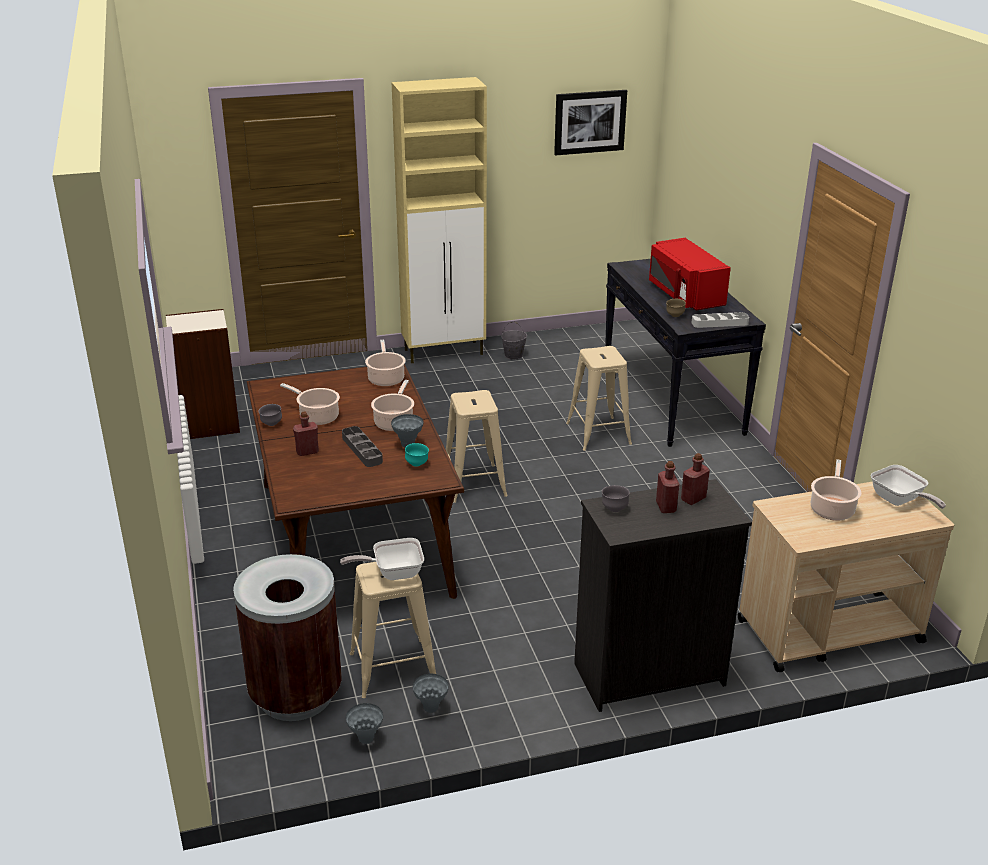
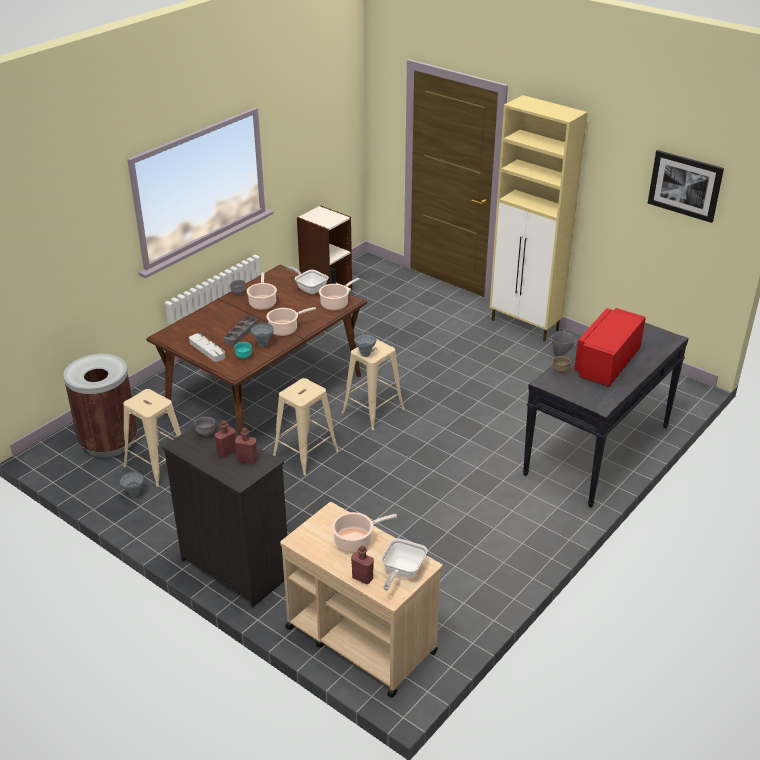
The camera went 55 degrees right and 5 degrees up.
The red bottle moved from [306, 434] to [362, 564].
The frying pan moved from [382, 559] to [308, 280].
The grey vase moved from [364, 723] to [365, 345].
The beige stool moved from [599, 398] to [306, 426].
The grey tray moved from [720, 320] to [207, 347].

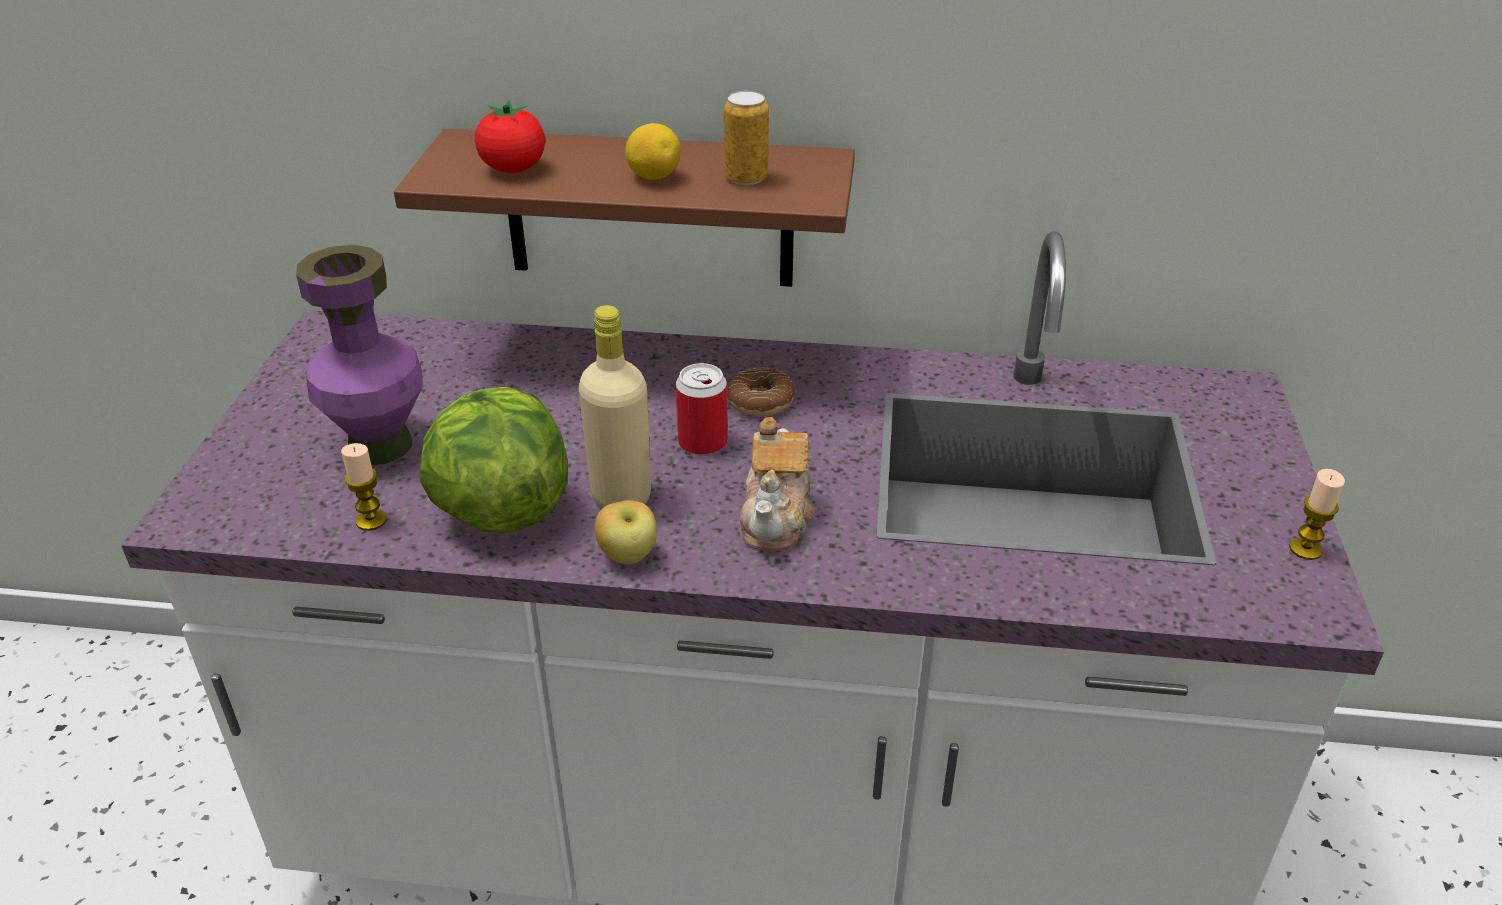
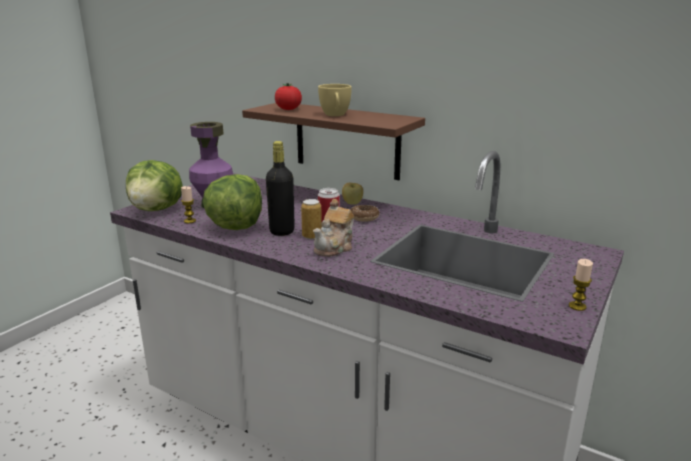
The camera went 25 degrees right and 15 degrees down.
The beige bottle at [615, 406] became the black bottle at [280, 188].
The apple moved from [626, 532] to [352, 194].
The lemon at [653, 151] was replaced by the yellow cup at [335, 100].
The can moved from [746, 138] to [311, 219].
The lettuce at [154, 185] appeared.

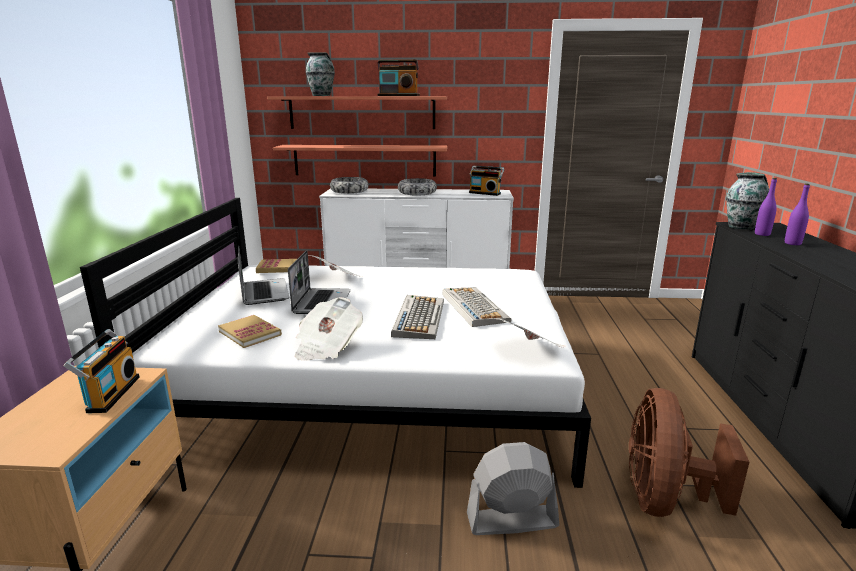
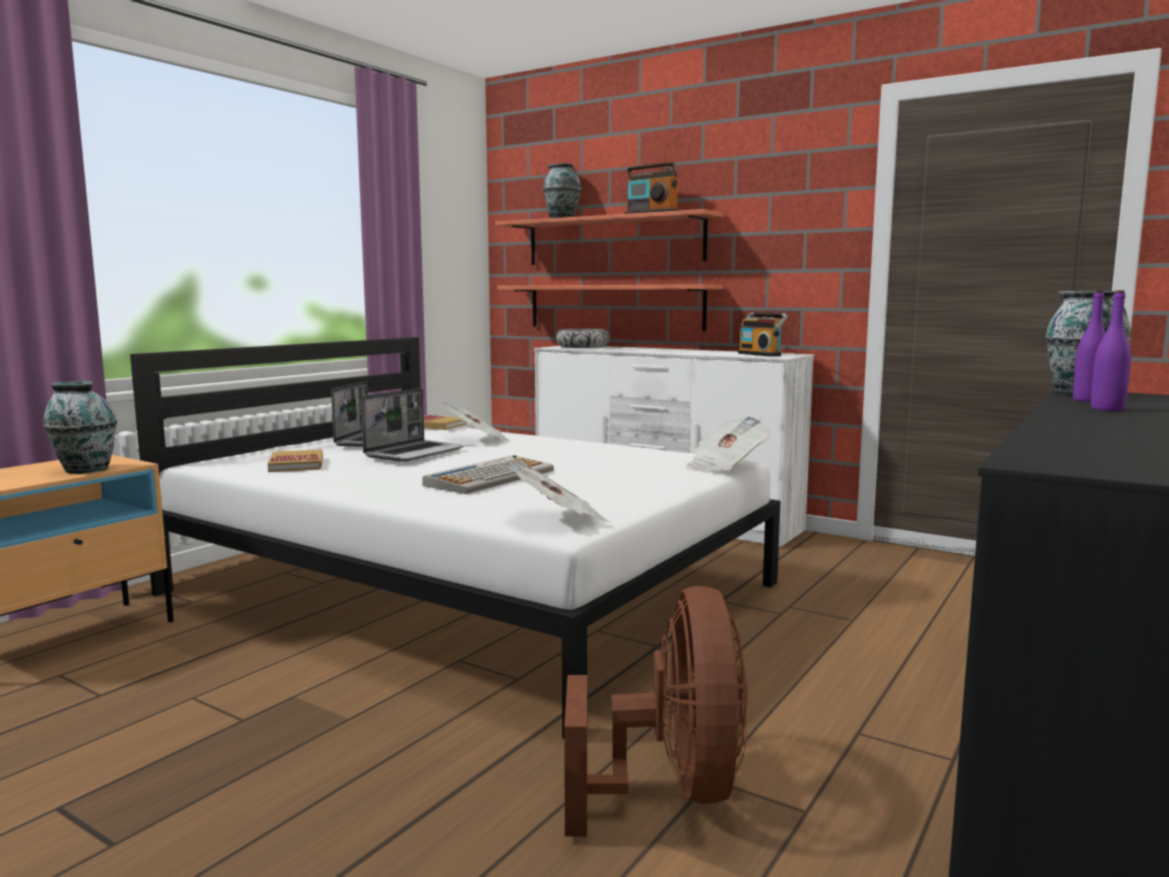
The camera went 30 degrees right and 10 degrees down.
The radio at [102, 371] was replaced by the vase at [80, 427].
The newspaper moved from [329, 329] to [728, 443].
The bowl at [417, 186] disappeared.
The keyboard at [476, 307] disappeared.
The grey fan at [513, 488] disappeared.
The brown fan at [689, 452] turned 135 degrees clockwise.

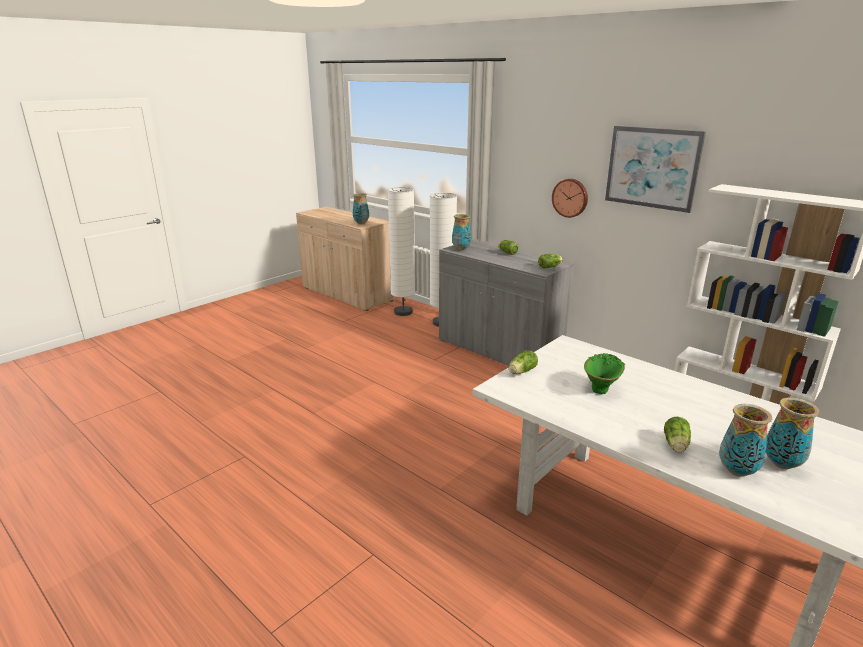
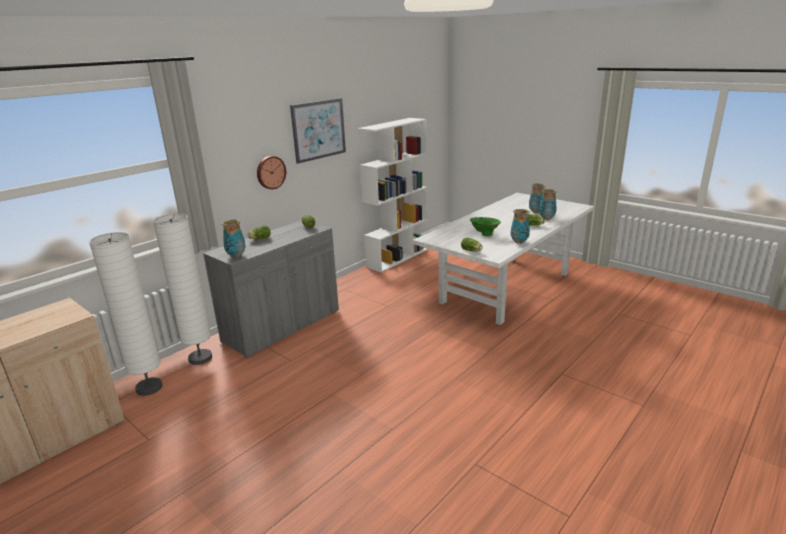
The camera went 90 degrees left and 0 degrees up.
The vase moved from [361, 208] to [520, 226].

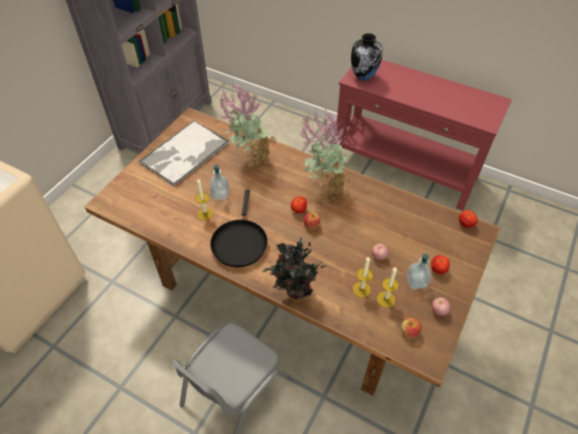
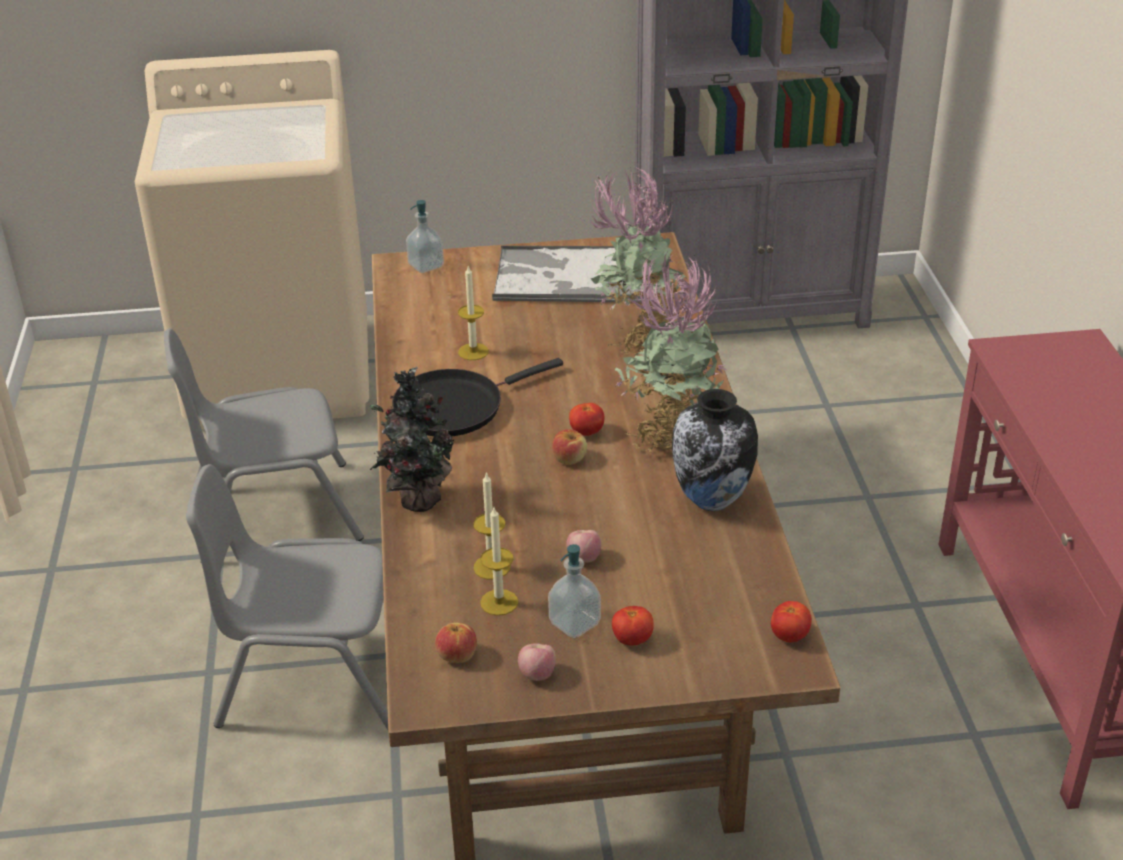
The camera went 55 degrees right and 15 degrees down.
The soap dispenser moved from [219, 182] to [425, 236].
The vase moved from [367, 57] to [715, 450].
The grey chair at [264, 434] appeared.

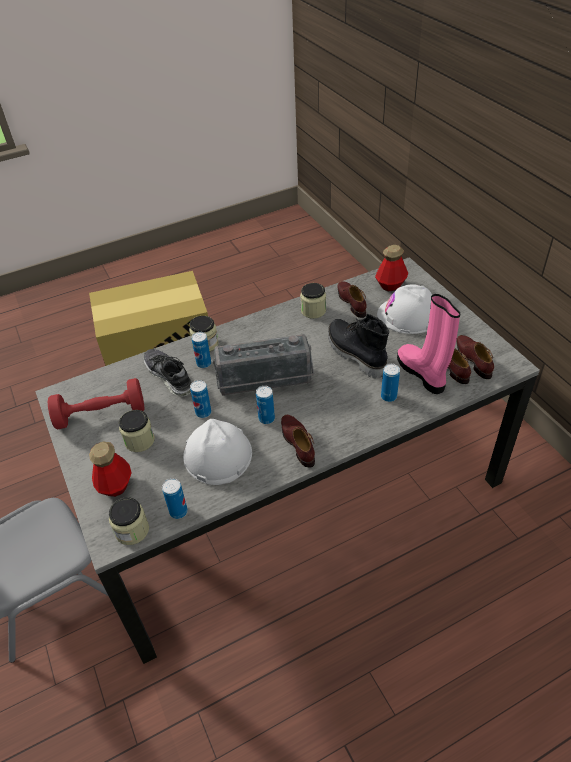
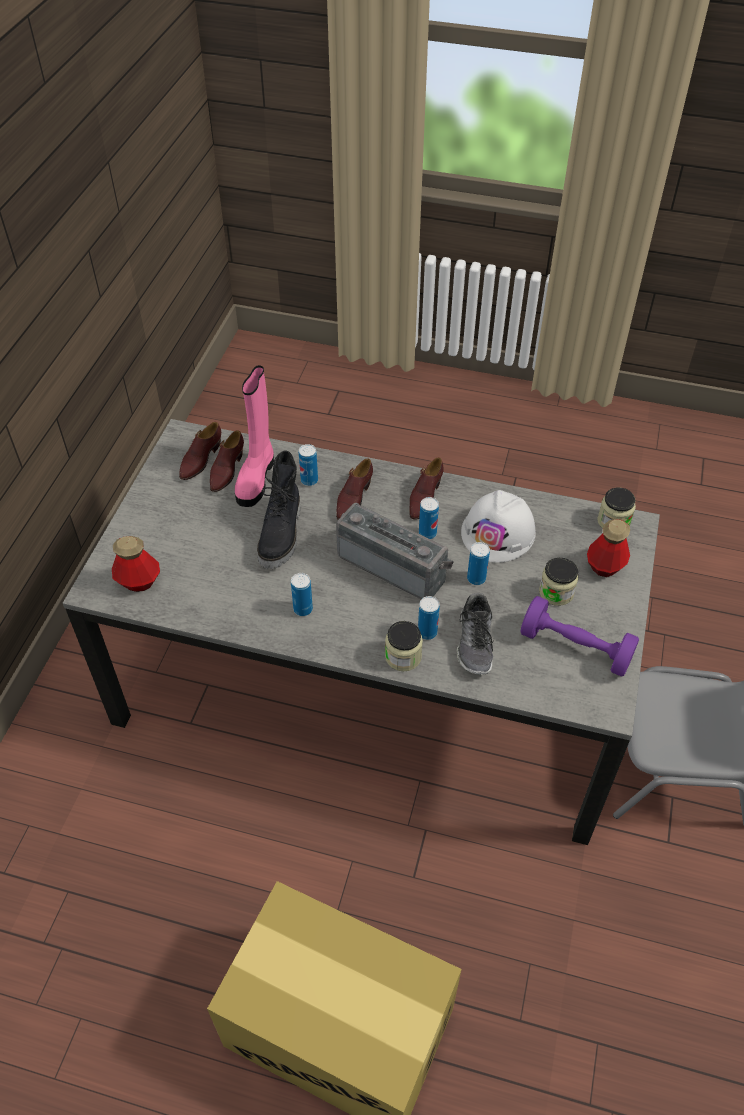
The camera went 140 degrees left and 5 degrees up.
The red dumbbell at [96, 404] became the purple dumbbell at [580, 636].
The can moved from [175, 498] to [302, 594].
The jar at [313, 301] disappeared.
The brown shoe moved from [352, 299] to [354, 489].
The white hard hat at [404, 309] disappeared.

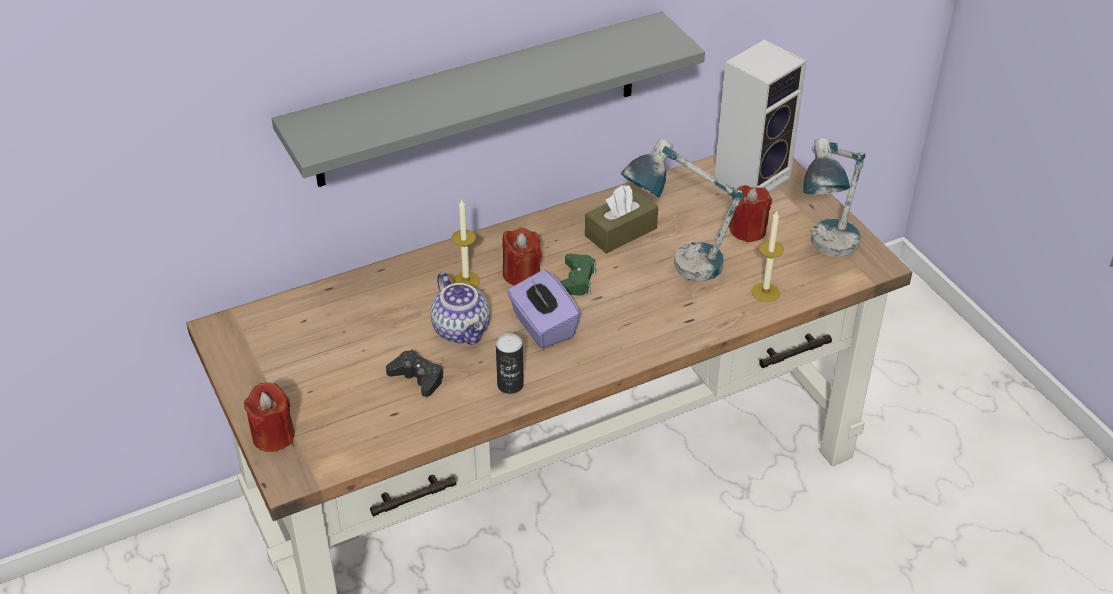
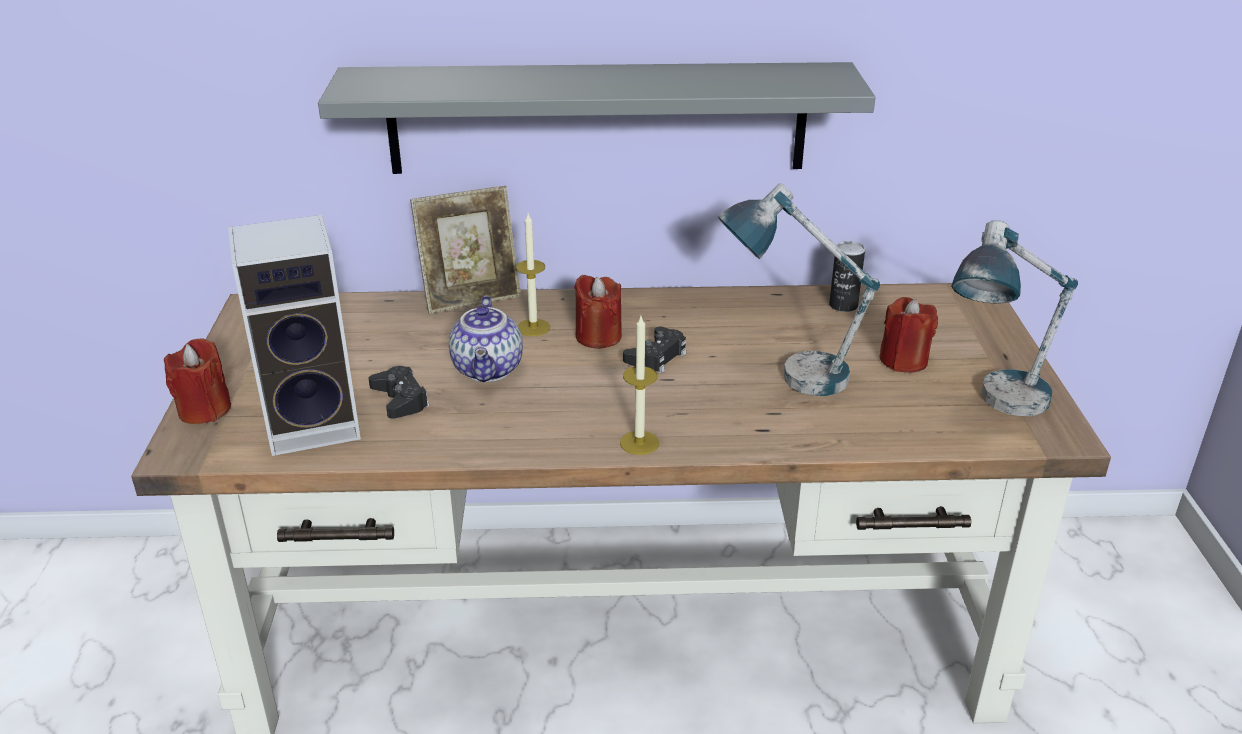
The camera went 25 degrees right and 10 degrees down.
The can moved from [510, 363] to [847, 276].
The purple tissue box at [544, 309] disappeared.
The green game controller at [578, 275] became the black game controller at [654, 349].
The brown tissue box at [621, 219] disappeared.
The speaker moved from [761, 115] to [294, 335].
The candle moved from [768, 256] to [639, 385].
The picture frame at [465, 250] appeared.

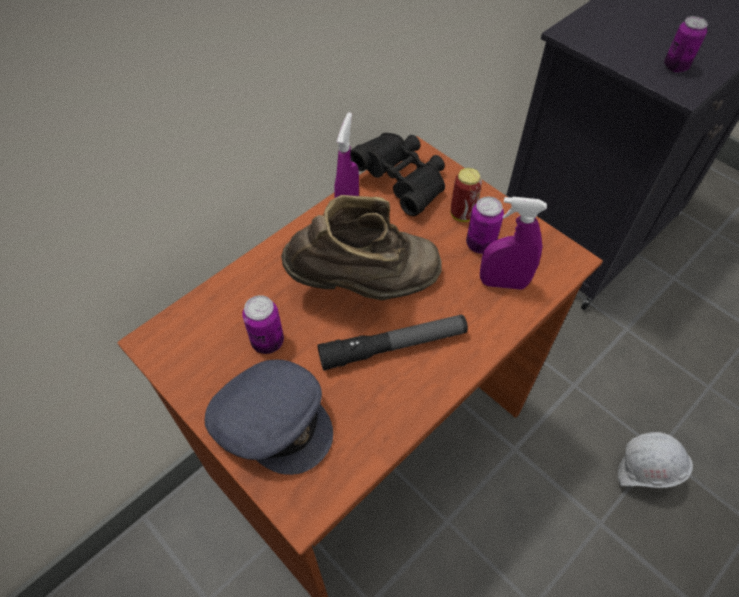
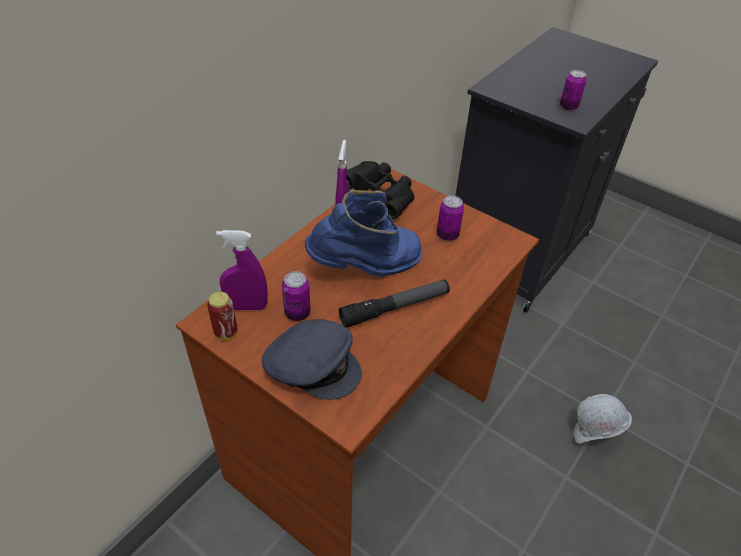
The camera went 10 degrees left and 10 degrees down.
The brown boot at [361, 247] became the blue boot at [363, 233].
The can moved from [466, 195] to [222, 316].
The purple spray bottle moved from [513, 243] to [242, 270].

